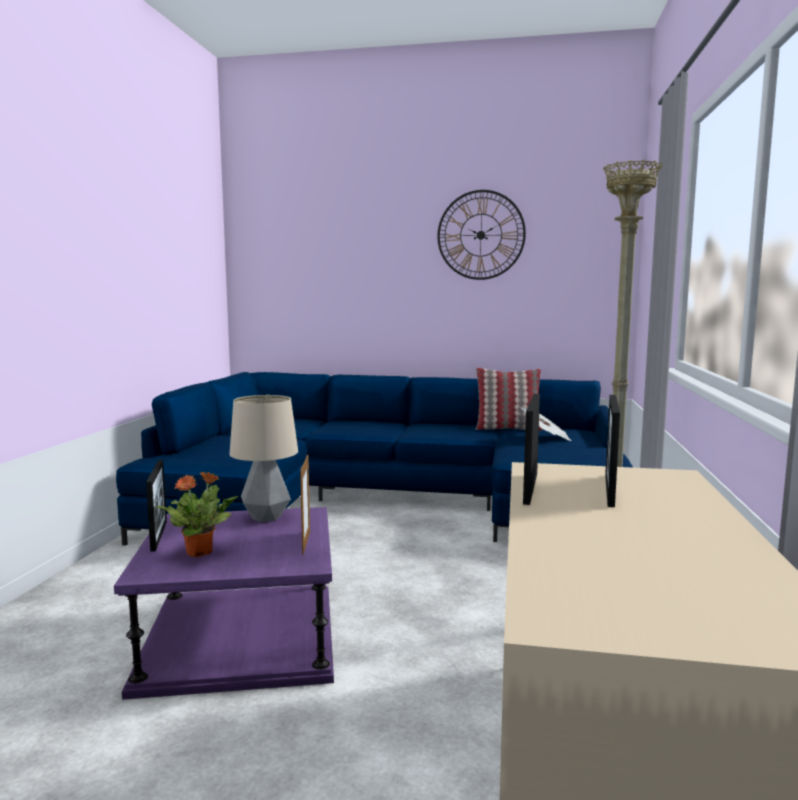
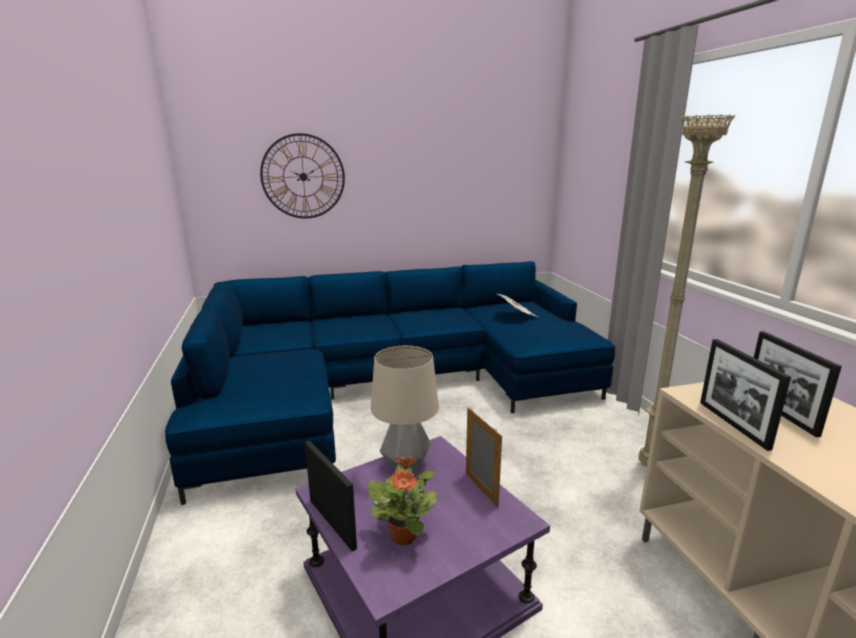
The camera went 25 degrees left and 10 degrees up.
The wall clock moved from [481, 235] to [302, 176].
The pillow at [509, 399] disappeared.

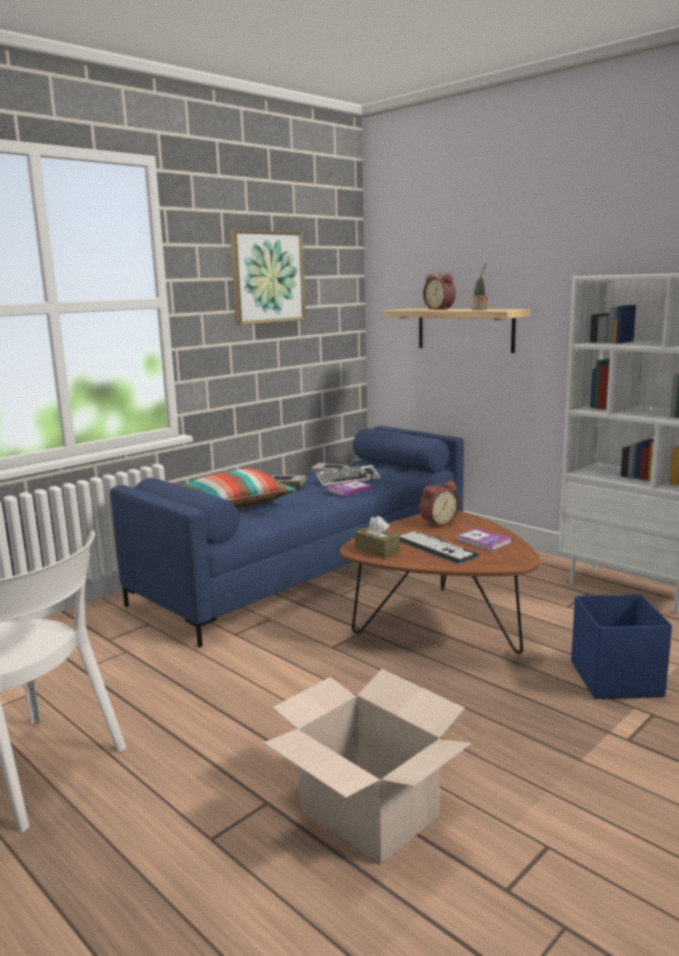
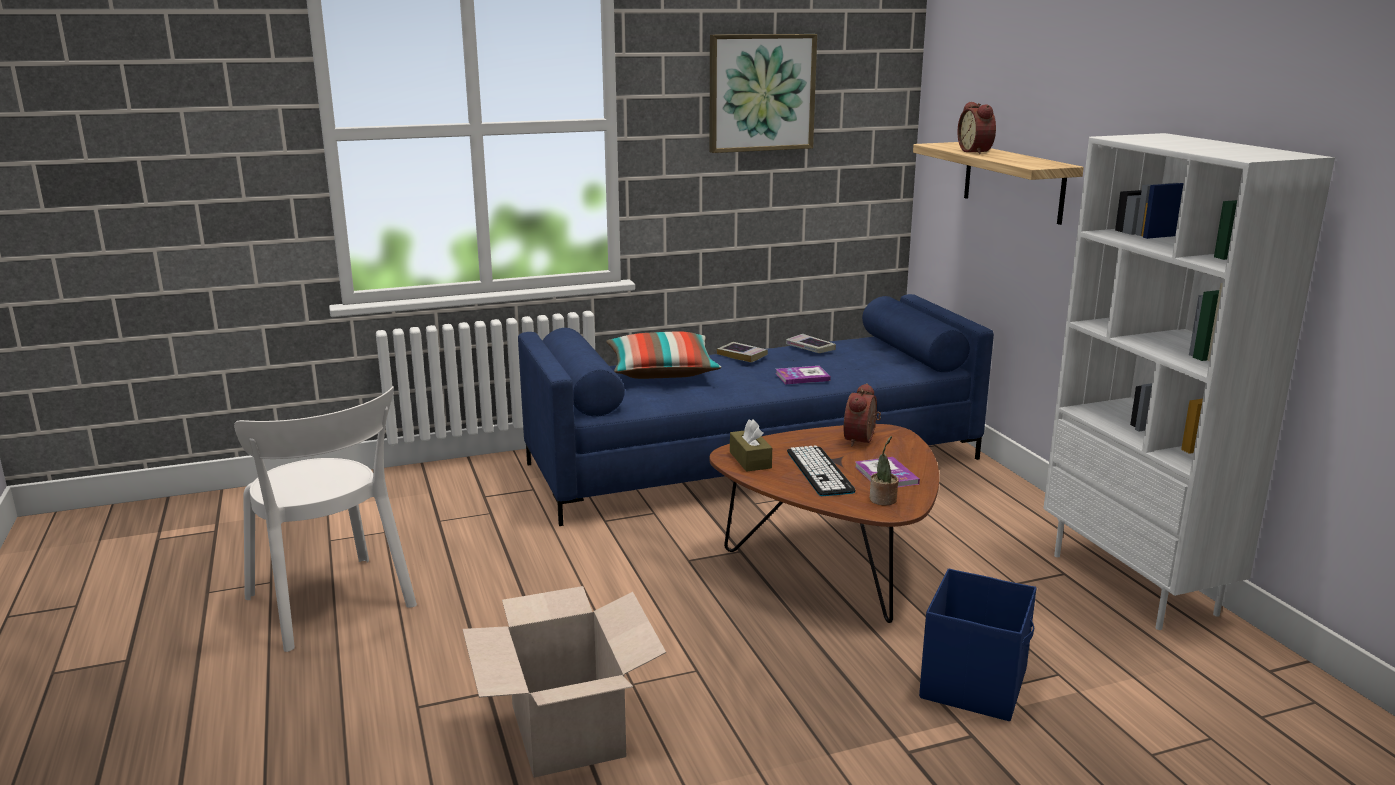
The camera went 25 degrees right and 5 degrees up.
The keyboard at [347, 475] disappeared.
The alarm clock at [440, 504] turned 120 degrees clockwise.
The potted plant moved from [479, 286] to [884, 470].

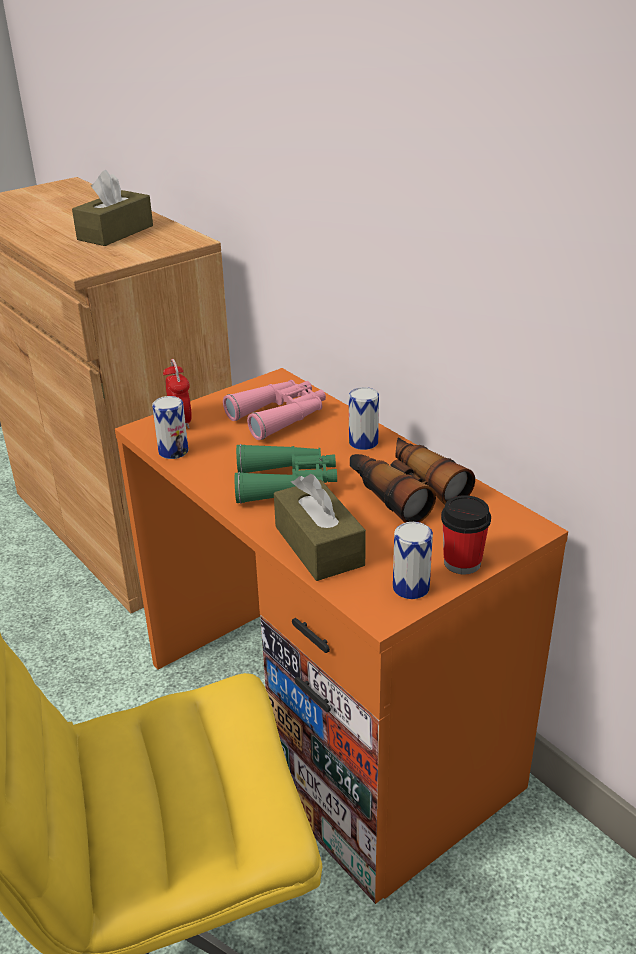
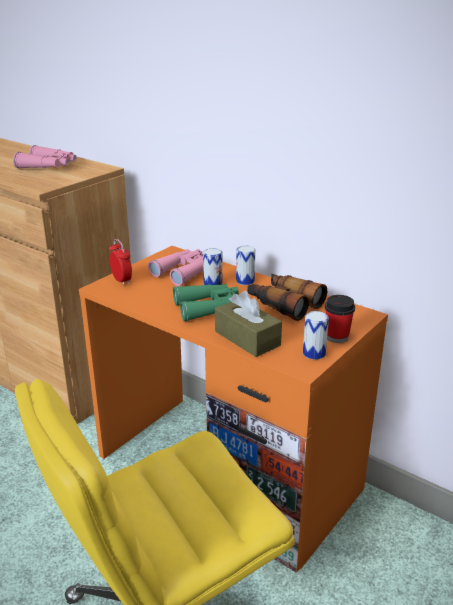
The camera went 15 degrees left and 5 degrees down.
The brown tissue box at [112, 208] was replaced by the pink binoculars at [45, 157].
The can moved from [170, 427] to [213, 266].

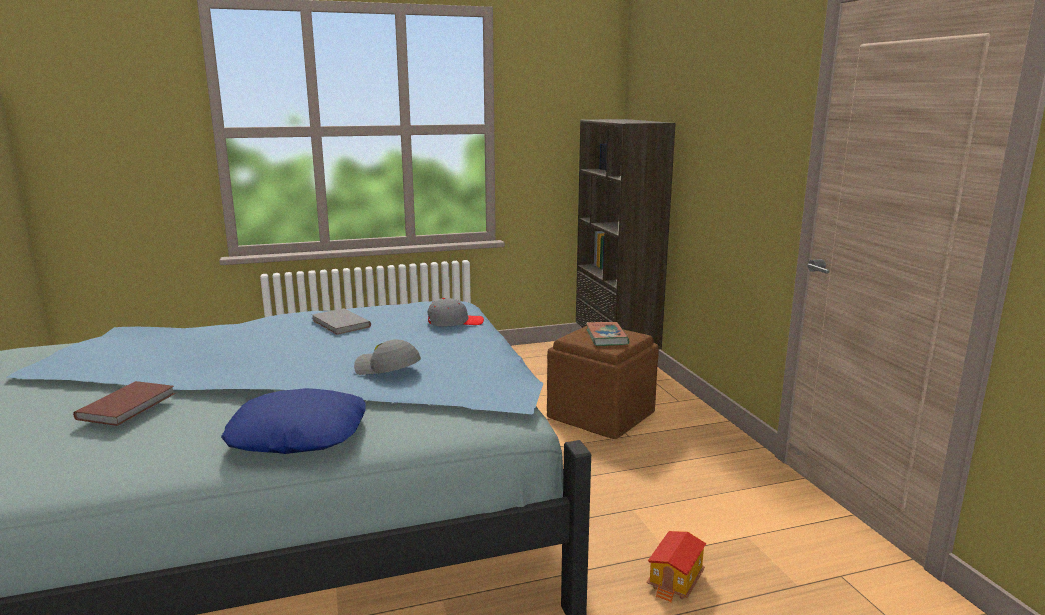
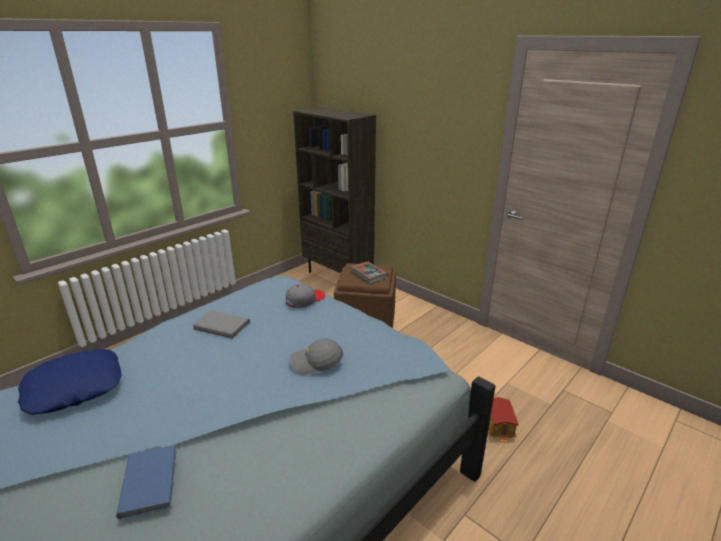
The camera went 30 degrees left and 10 degrees up.
The brown book at [124, 403] became the blue book at [146, 482].
The blue pillow moved from [293, 421] to [70, 382].

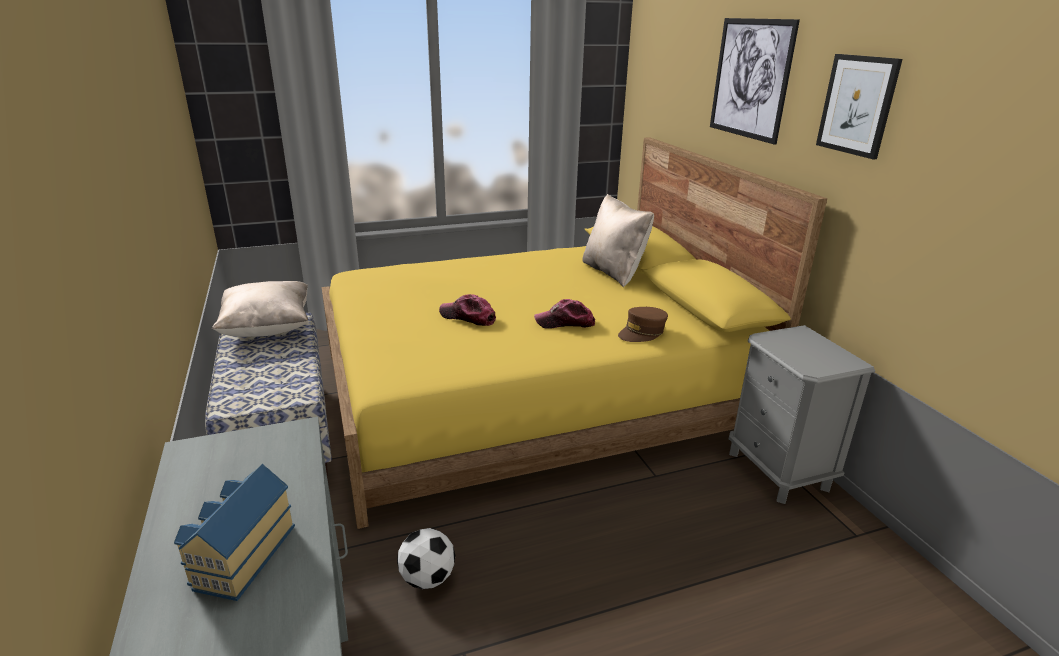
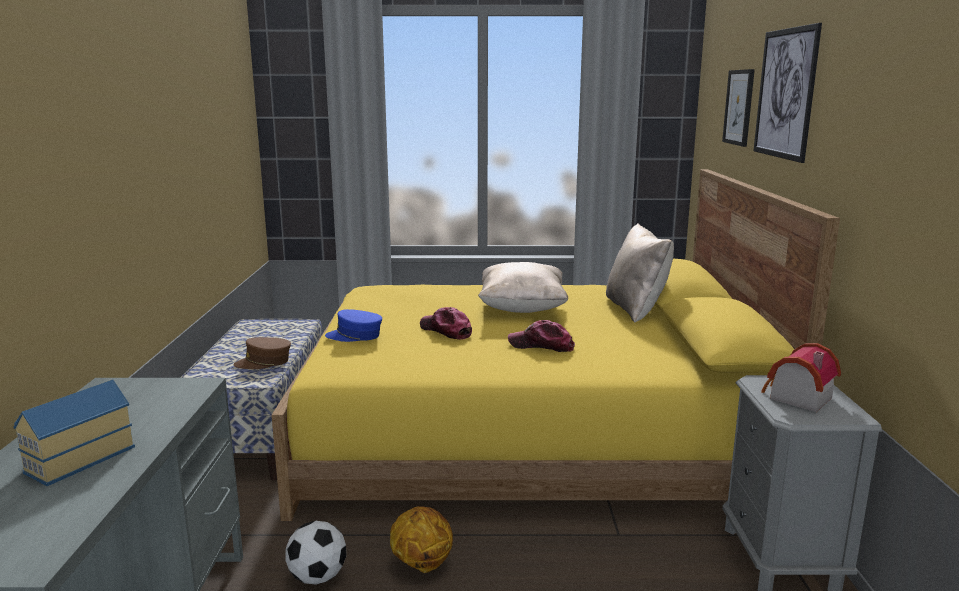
The camera went 20 degrees right and 10 degrees down.
The beige pillow moved from [260, 309] to [523, 287].
The brown cap moved from [643, 324] to [262, 353].
The picture moved from [859, 106] to [738, 108].
The blue cap at [353, 325] appeared.
The basketball at [421, 539] appeared.
The toy house at [801, 377] appeared.

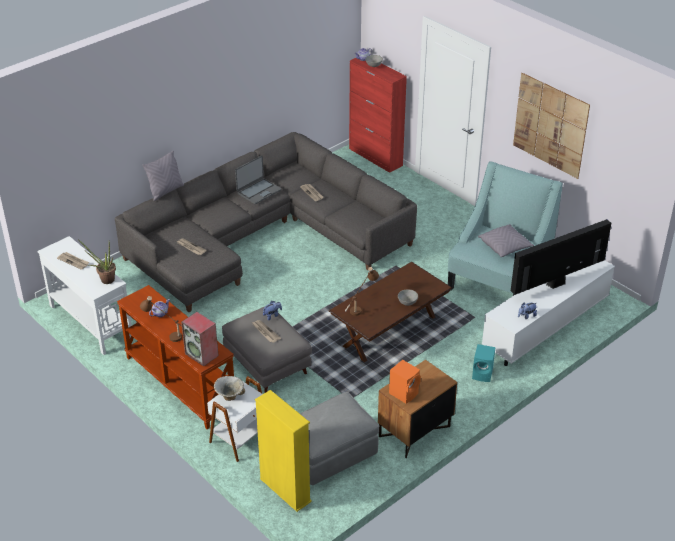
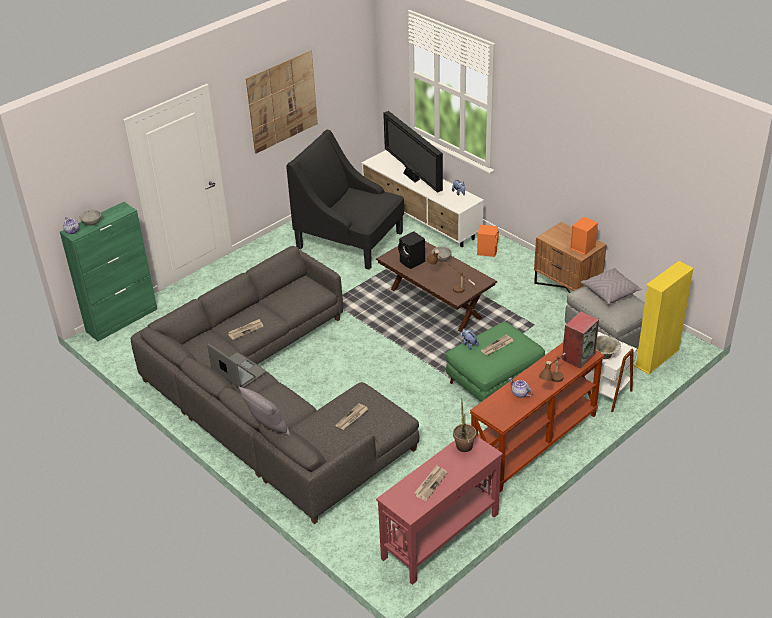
The camera went 90 degrees left and 0 degrees up.
The white console table at [85, 295] became the red console table at [439, 510].
The grey ottoman at [267, 350] became the green ottoman at [495, 362].
The red cabinet at [378, 115] became the green cabinet at [108, 271].
The turquoise armchair at [505, 228] became the black armchair at [345, 200].
The turquoise speaker at [483, 363] became the orange speaker at [488, 241].
The grey pillow moved from [506, 240] to [611, 286].
The black speaker at [411, 250] appeared.

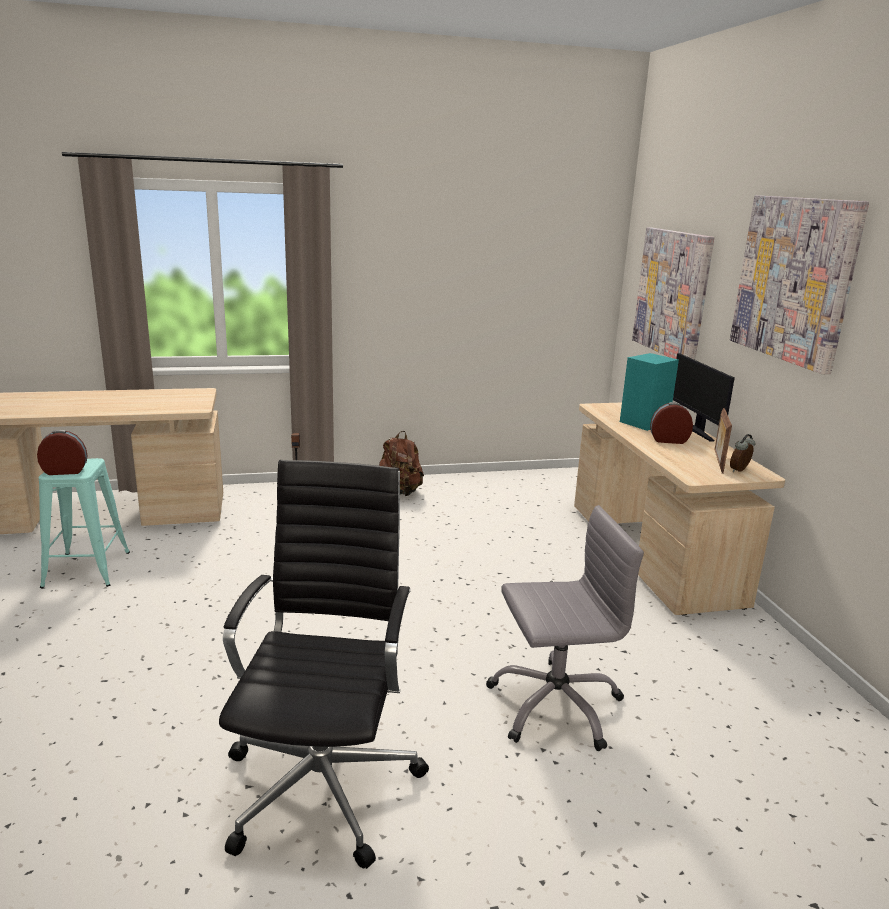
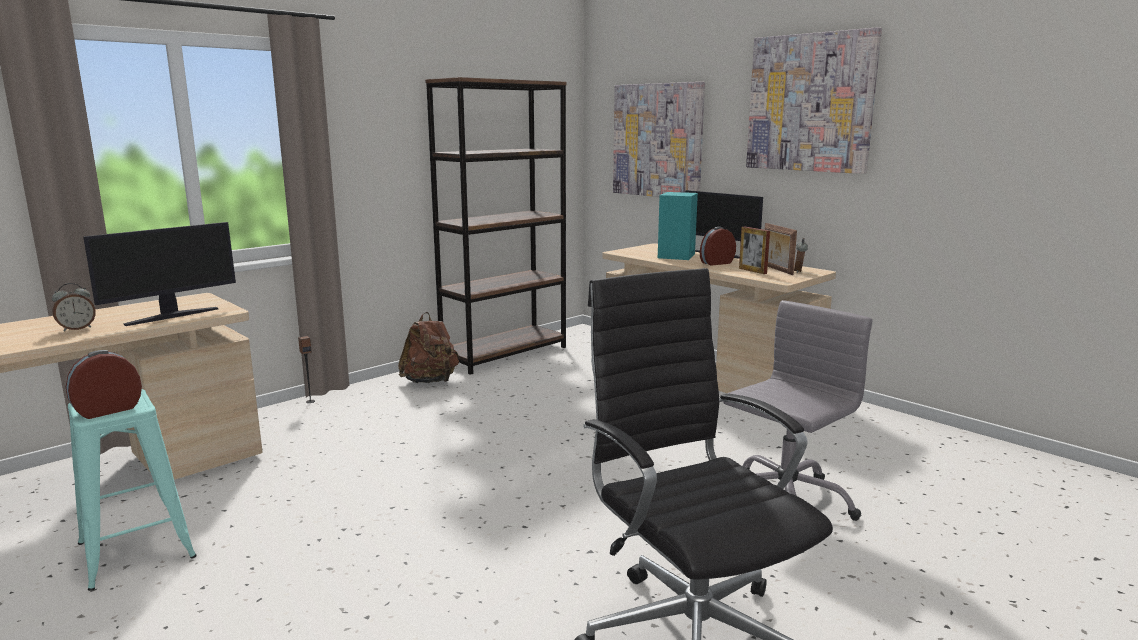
The camera went 30 degrees left and 5 degrees down.
The alarm clock at [74, 307] appeared.
The monitor at [159, 274] appeared.
The brown bookcase at [495, 226] appeared.
The picture frame at [754, 250] appeared.

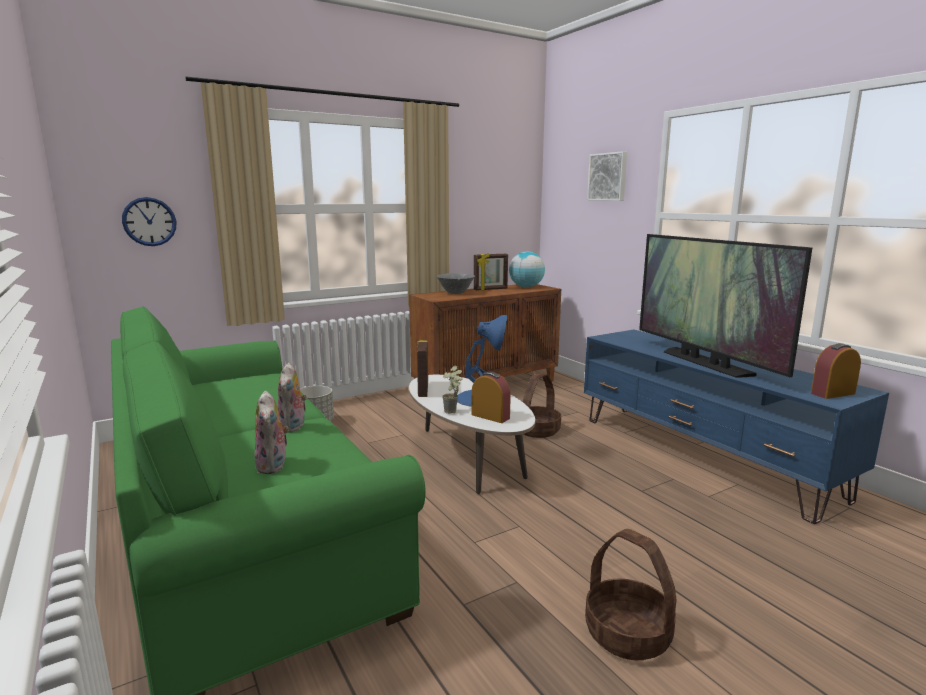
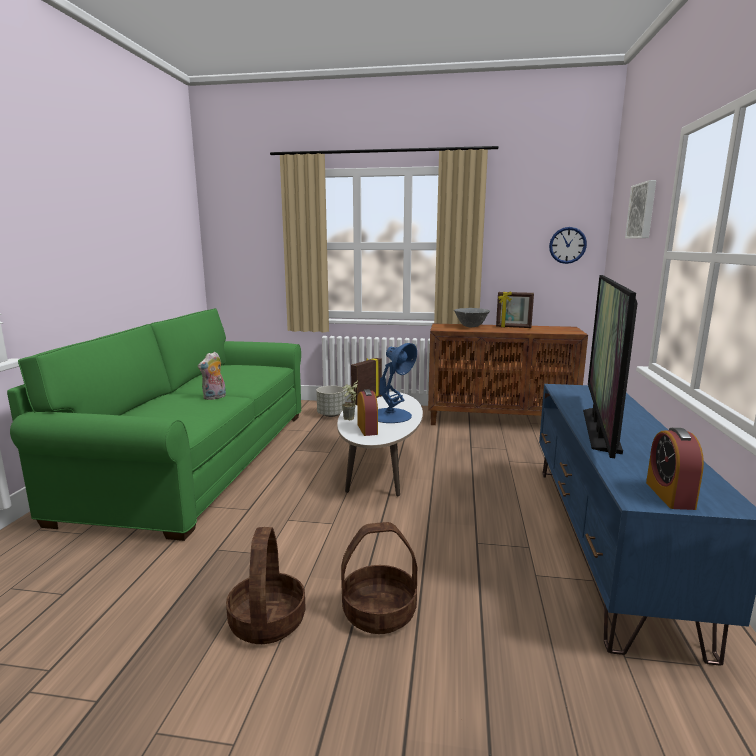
The camera went 40 degrees right and 0 degrees up.
The wall clock moved from [149, 221] to [568, 245].
The plush toy at [272, 432] disappeared.
The globe at [527, 269] disappeared.
The basket moved from [542, 405] to [379, 578].
The alarm clock at [836, 371] turned 105 degrees counterclockwise.

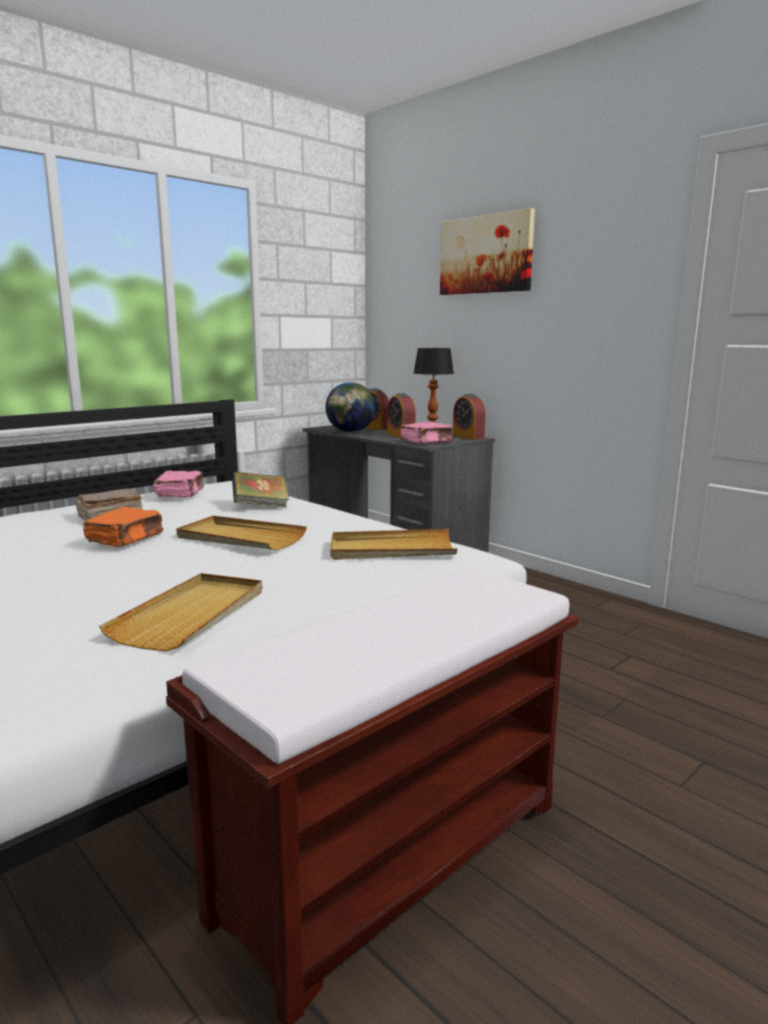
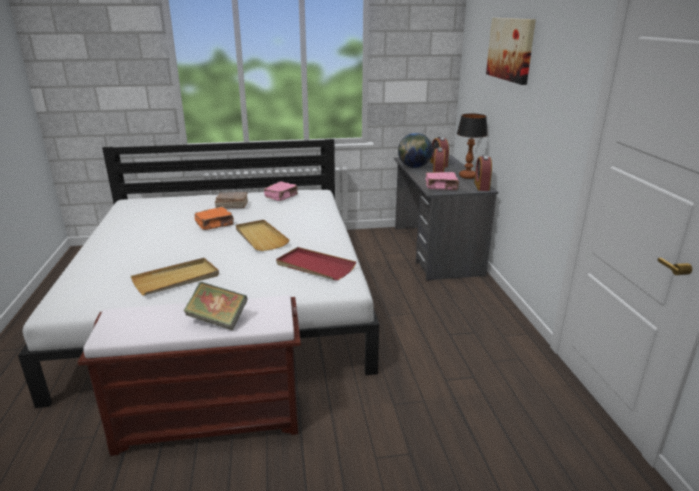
The camera went 35 degrees right and 10 degrees up.
The book moved from [260, 490] to [215, 306].
The beige tray at [393, 544] became the red tray at [316, 263].

